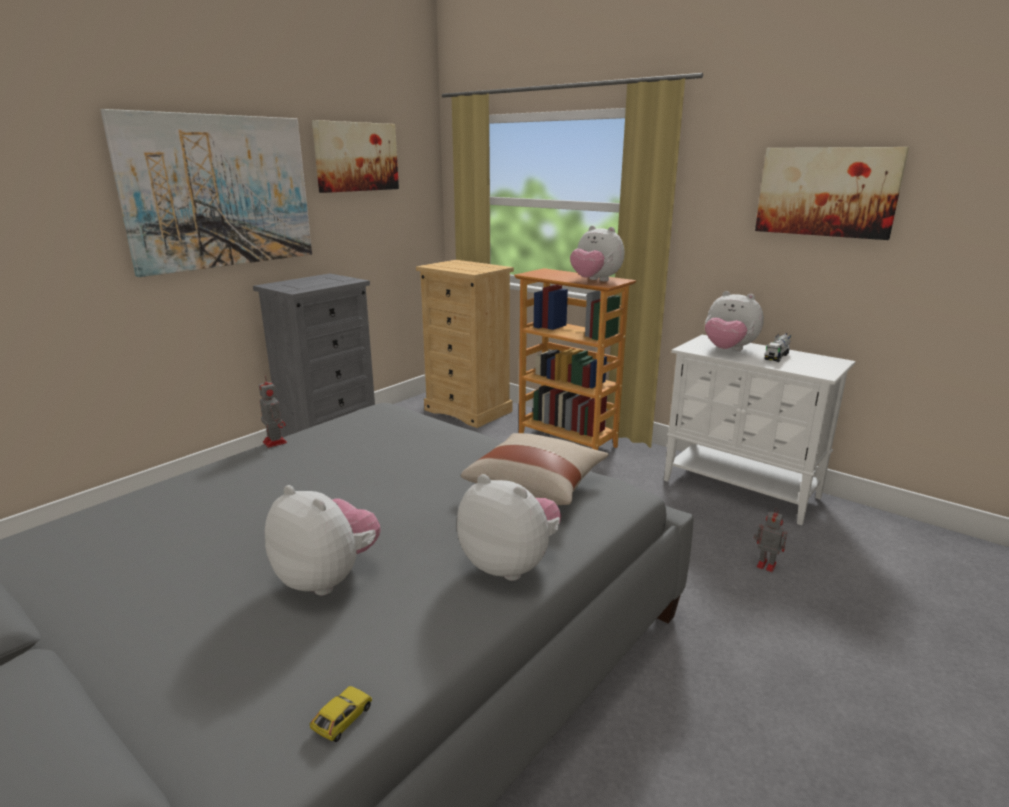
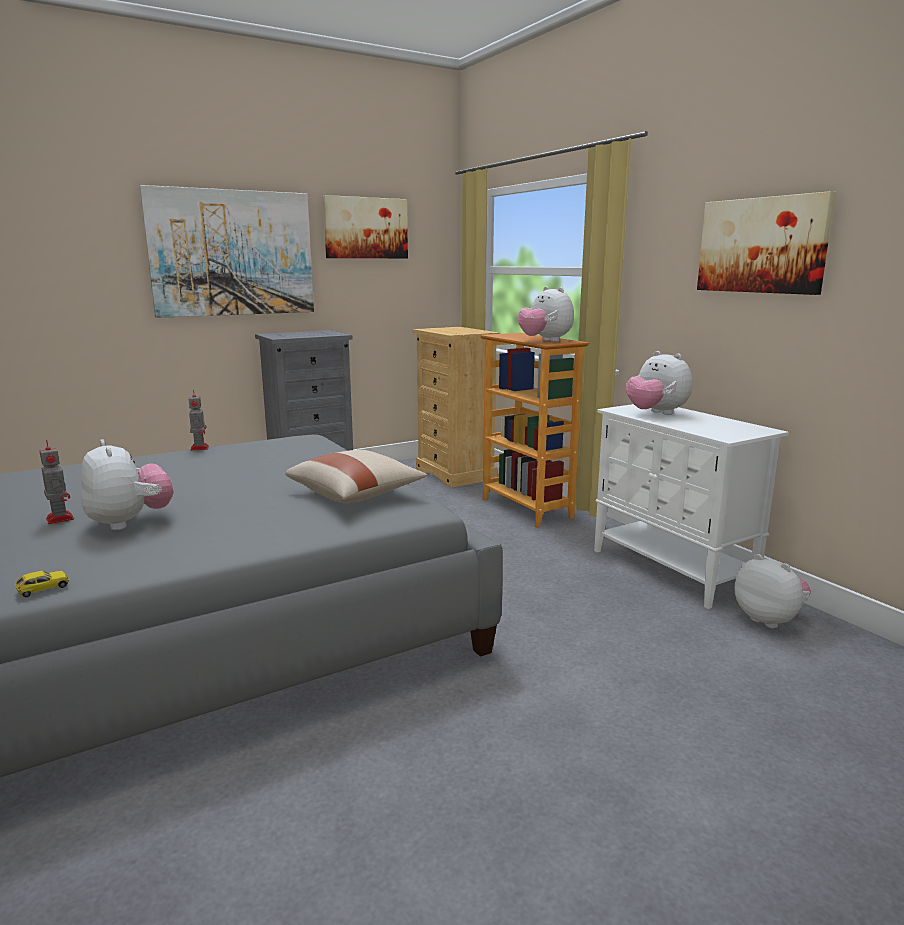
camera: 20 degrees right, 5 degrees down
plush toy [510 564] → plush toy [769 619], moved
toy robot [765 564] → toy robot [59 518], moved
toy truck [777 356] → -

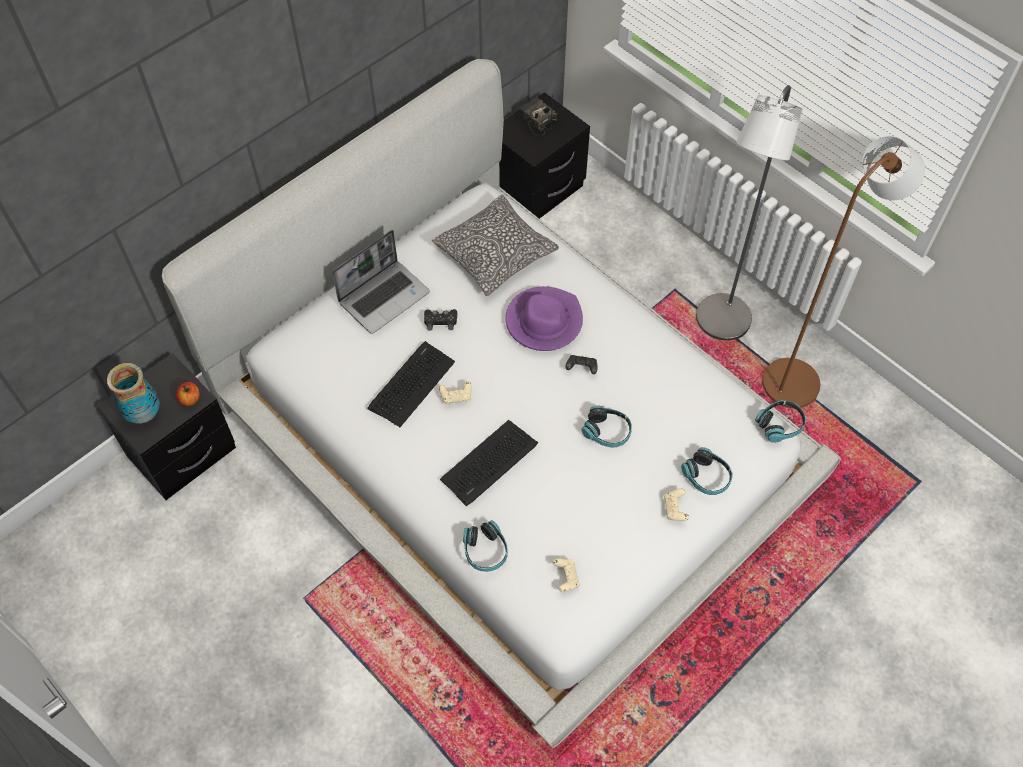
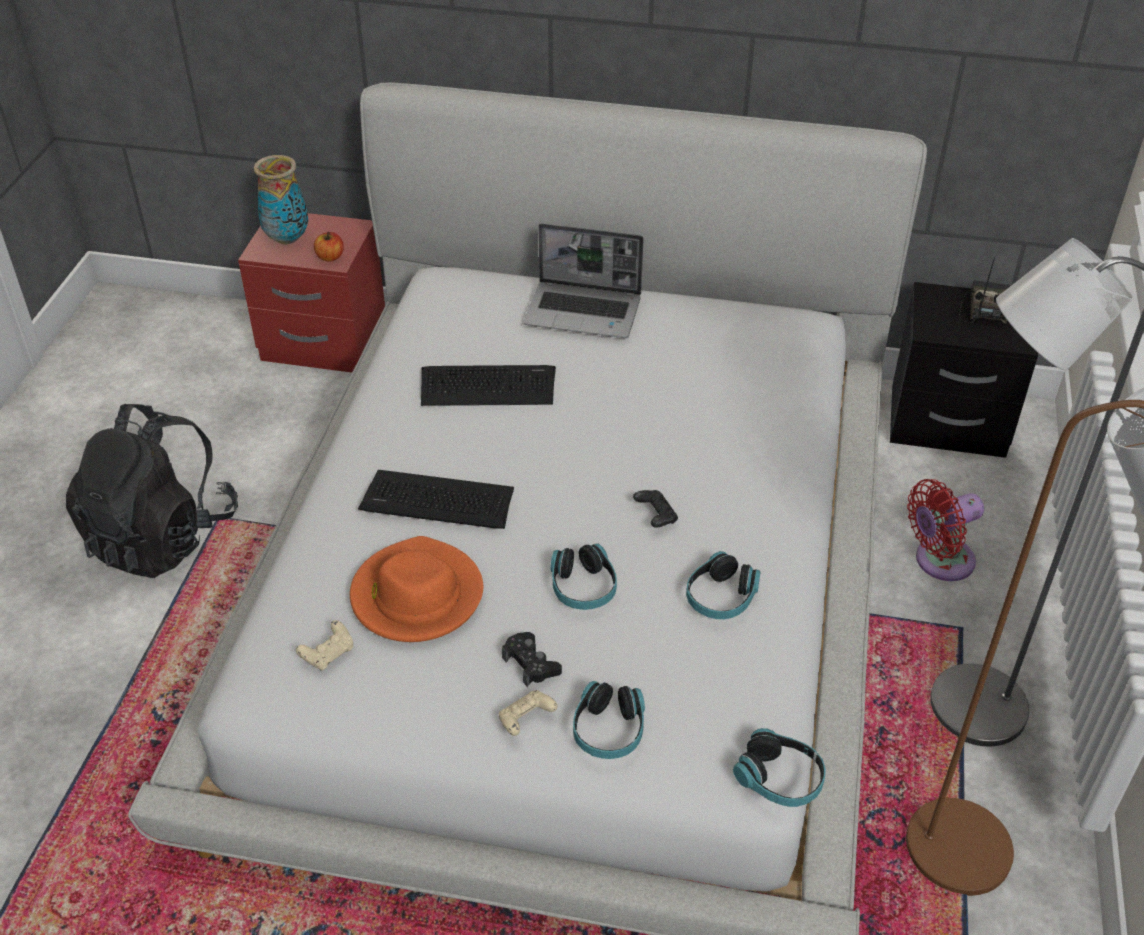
camera: 55 degrees right, 15 degrees down
nightstand (black) [183 454] → nightstand (red) [323 344]
game controller (black) [440 321] → game controller (black) [531 664], moved
pillow [495 253] → -
game controller (beige) [456 396] → -
headphones [485 551] → headphones [721 597], moved
hat (purple) [544 321] → -
- → backpack (black) [162 536]
- → hat (orange) [416 595]
- → fan (red) [939 561]

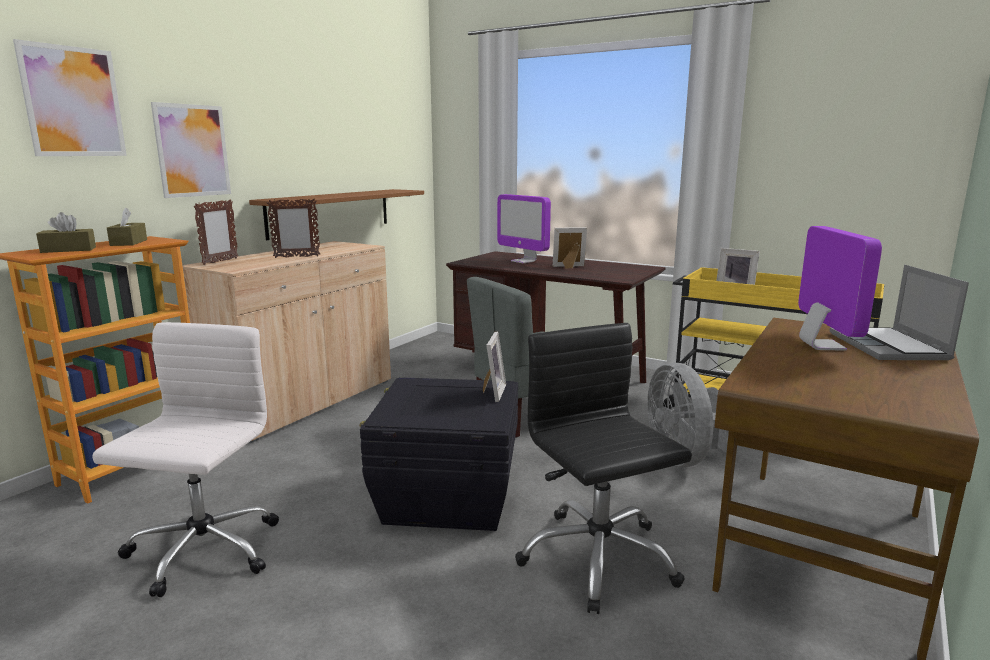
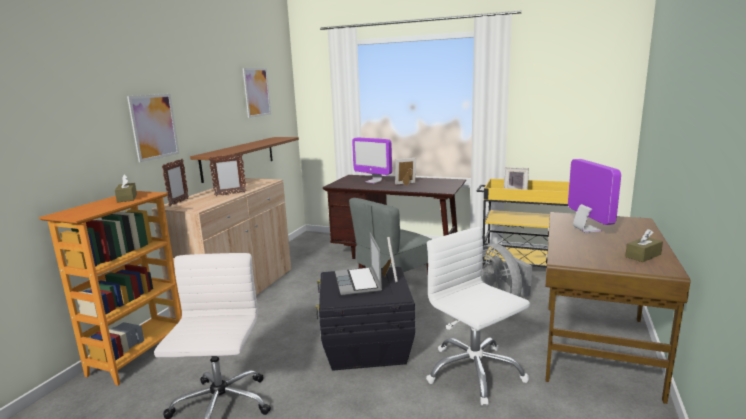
camera: 10 degrees left, 0 degrees up
picture [73 102] → picture [257 92], moved
tissue box (brown) [68 250] → tissue box (brown) [643 255], moved
office chair (black) [597 558] → office chair (white) [474 372]
laptop [890 347] → laptop [358 283], moved

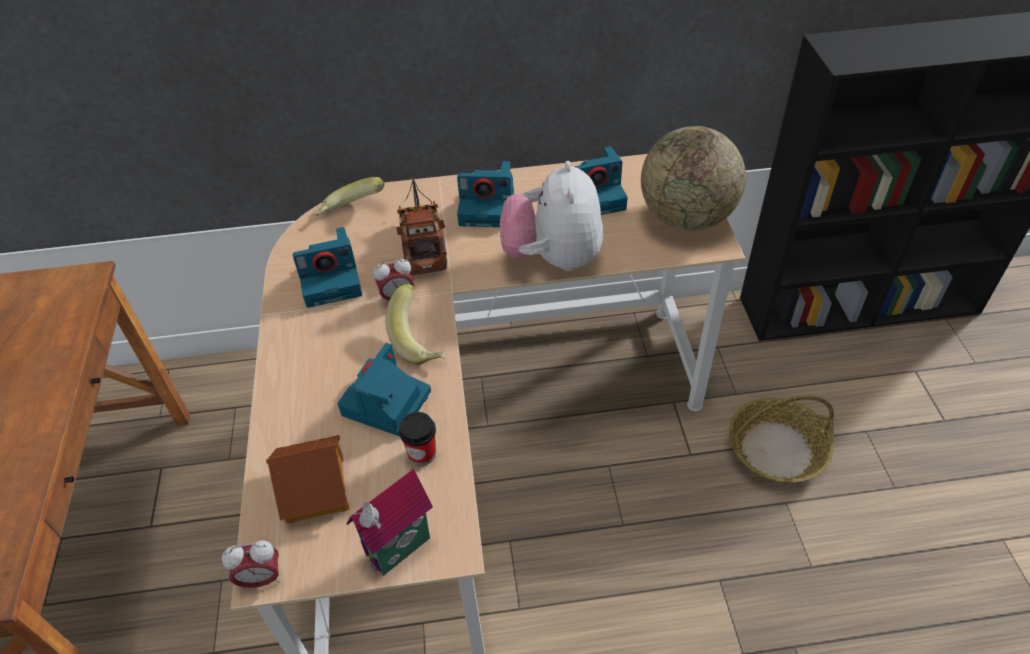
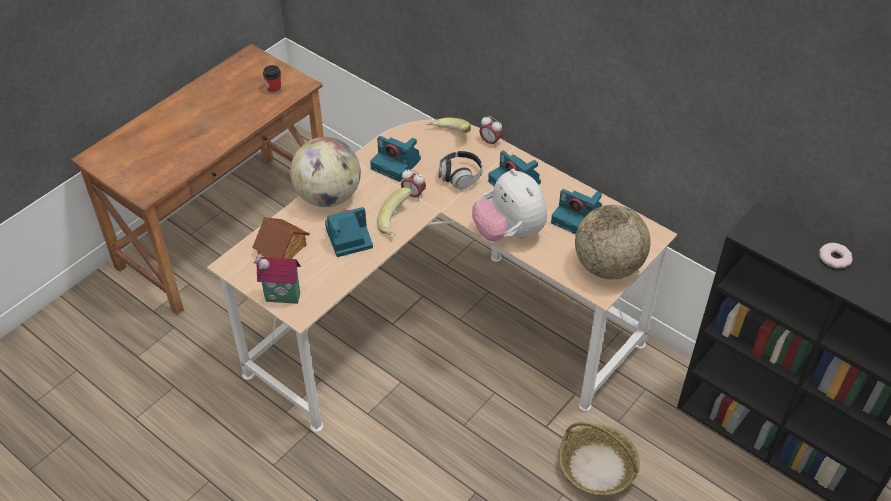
camera: 45 degrees right, 0 degrees up
alarm clock [261 579] → alarm clock [490 142], moved
toy truck [423 242] → headphones [460 176]
cup [422 454] → cup [274 89], moved
plush toy [553 258] → plush toy [509 232], 75 degrees counterclockwise
- → globe [328 197]
- → donut [834 258]

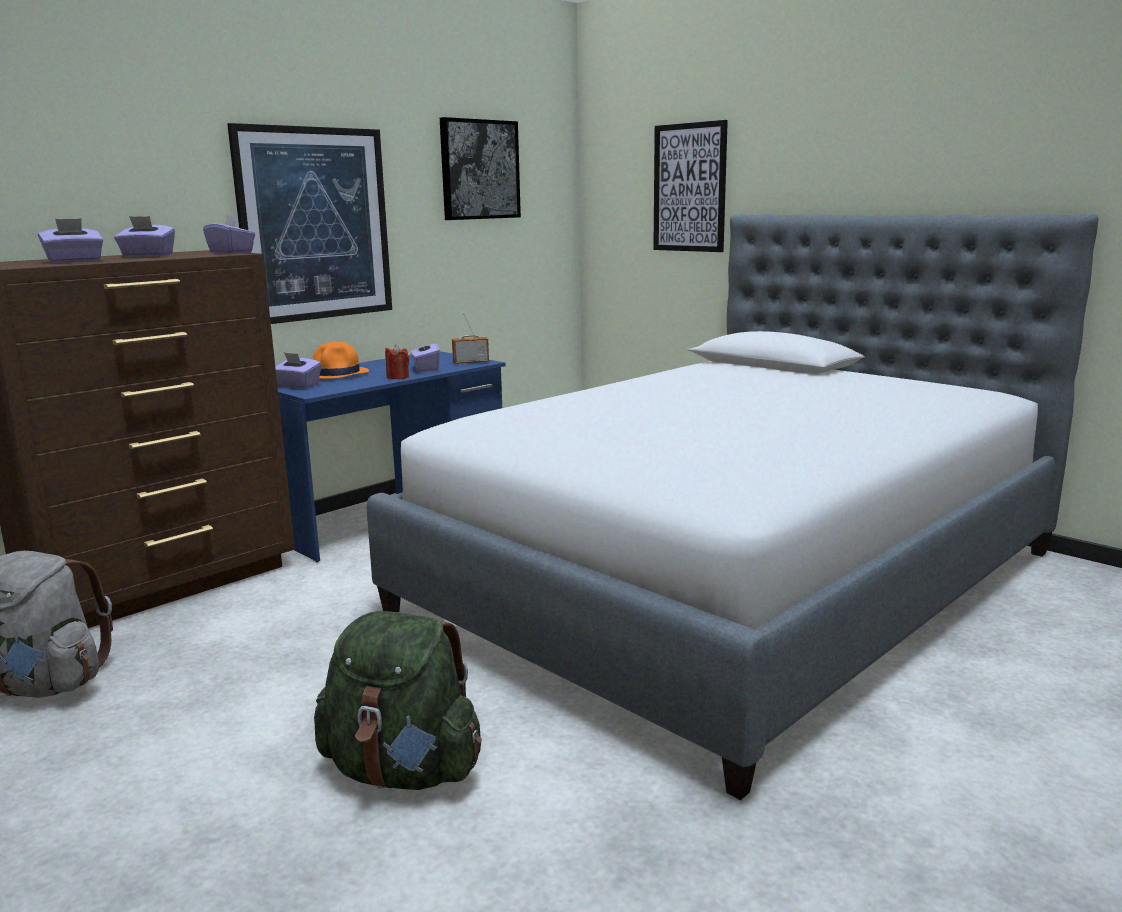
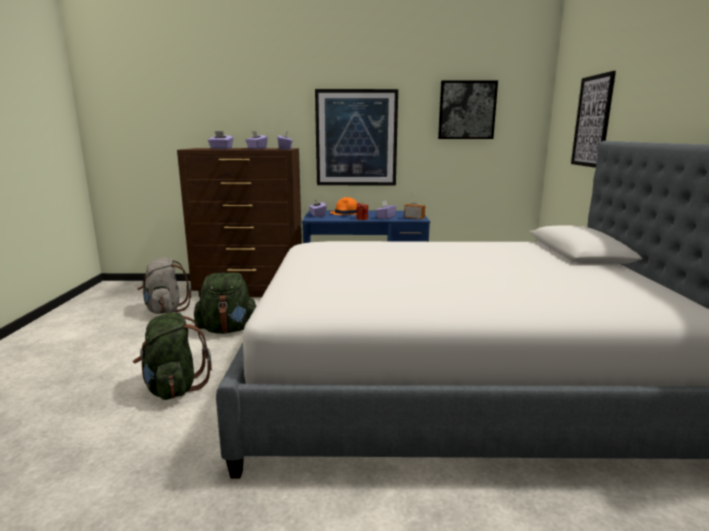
camera: 45 degrees right, 0 degrees up
- → backpack (green) [228 330]

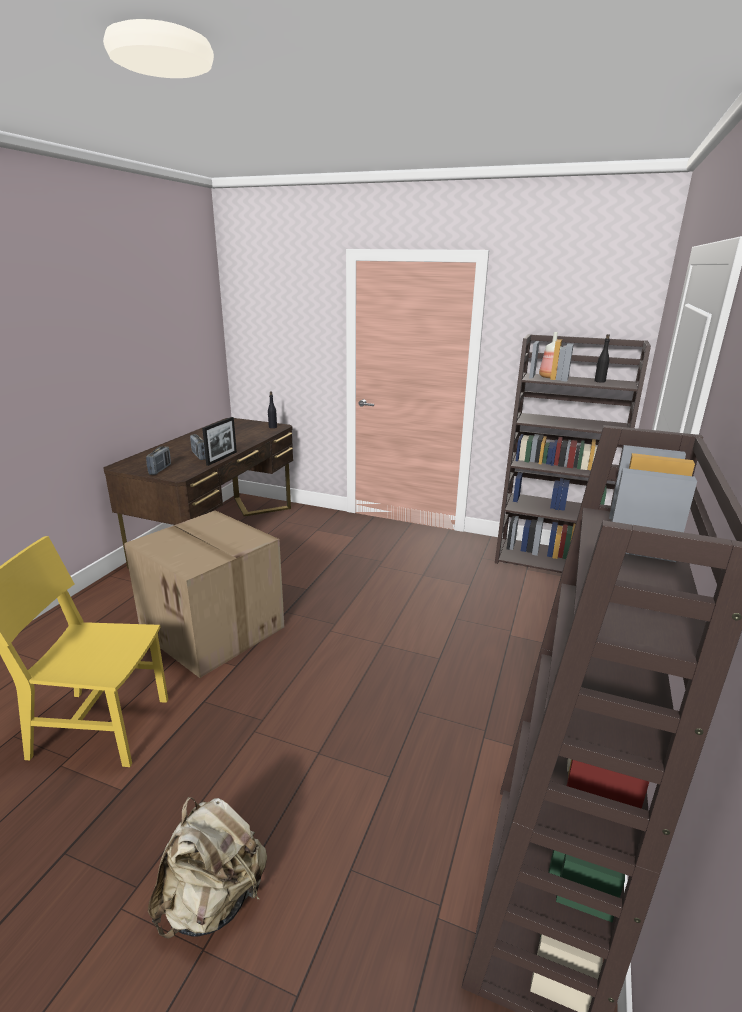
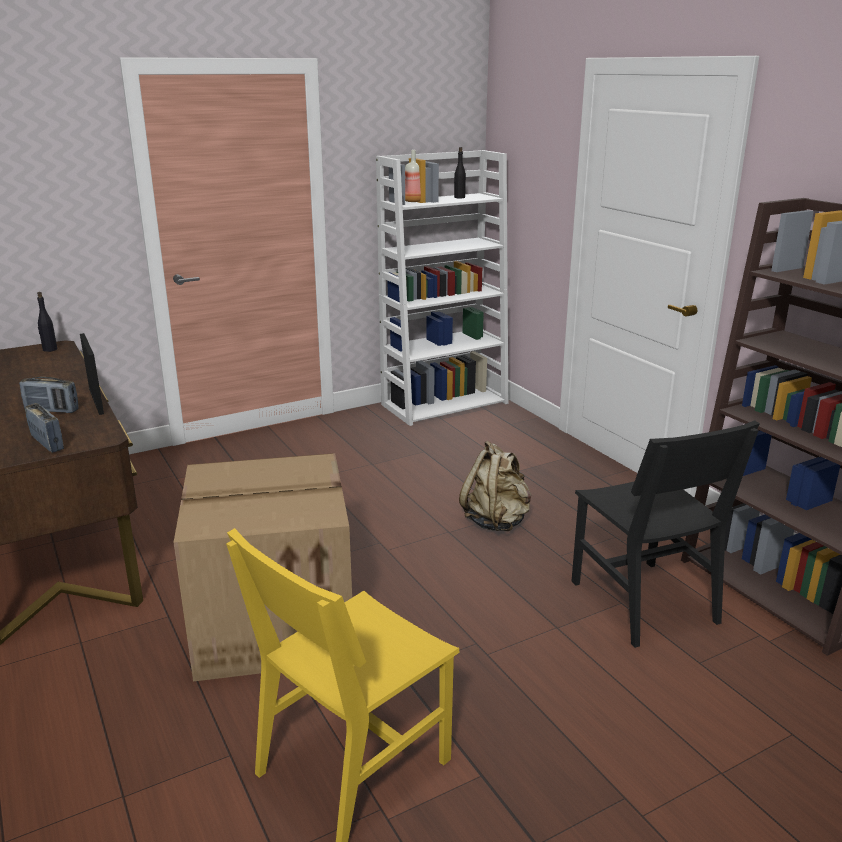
camera: 50 degrees left, 0 degrees up
backpack (beige) [213 900] → backpack (beige) [496 521], moved
bookcase (brown) [551 560] → bookcase (white) [445 403]
- → chair (black) [643 601]

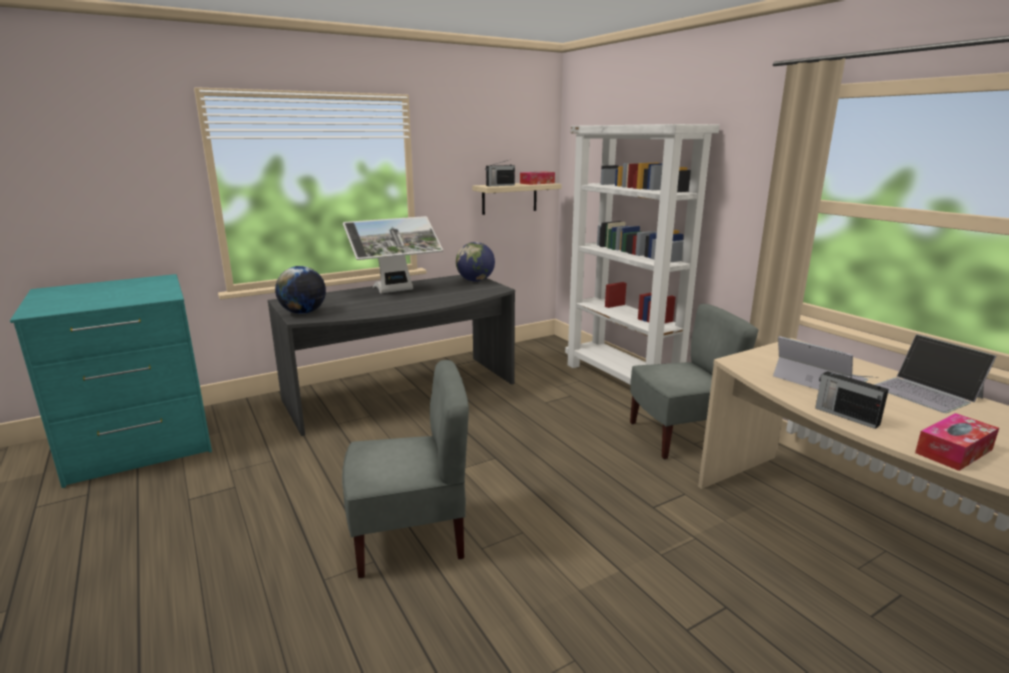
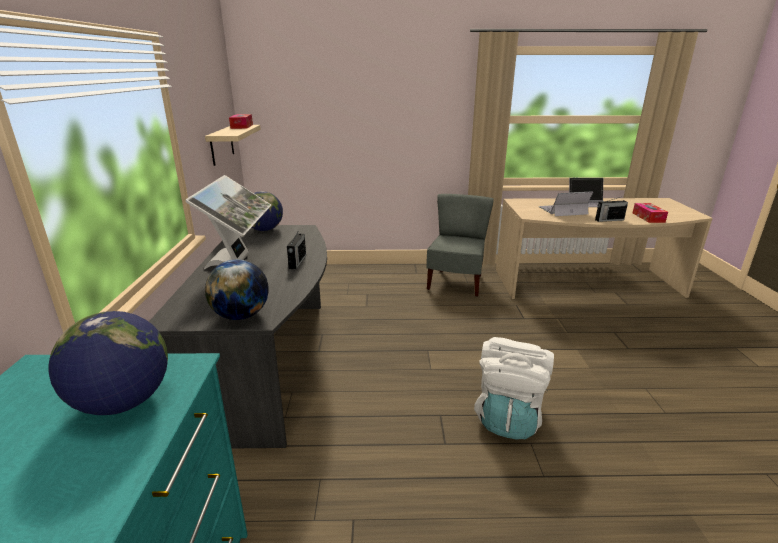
camera: 60 degrees left, 5 degrees up
chair (grey) [410 537] → backpack (white) [508 417]
radio [499 185] → radio [297 262], moved
bookcase (white) [622 381] → -
- → globe [123 402]

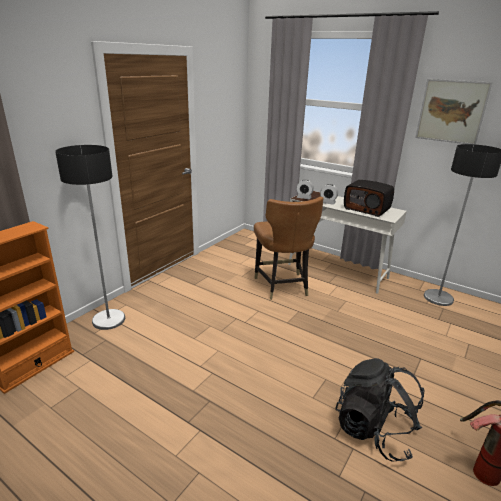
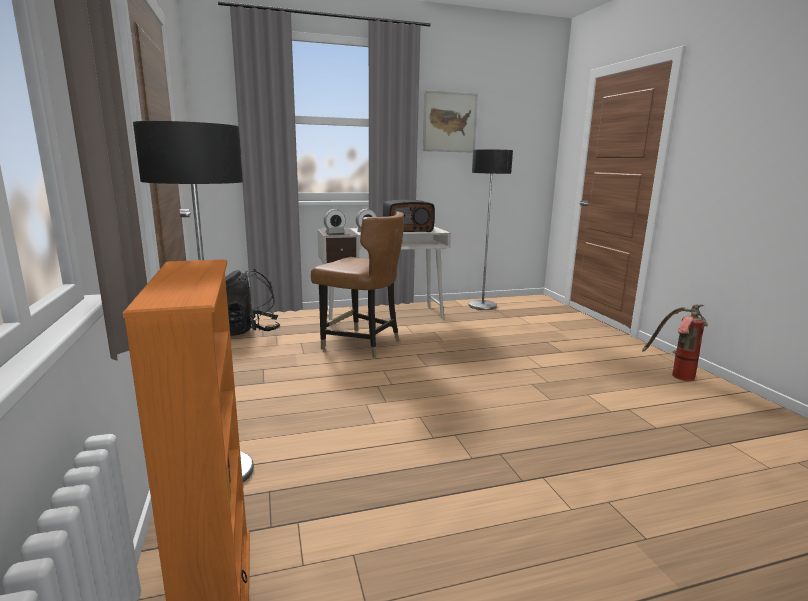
camera: 50 degrees left, 10 degrees down
backpack (black) [374 431] → backpack (black) [248 331], moved

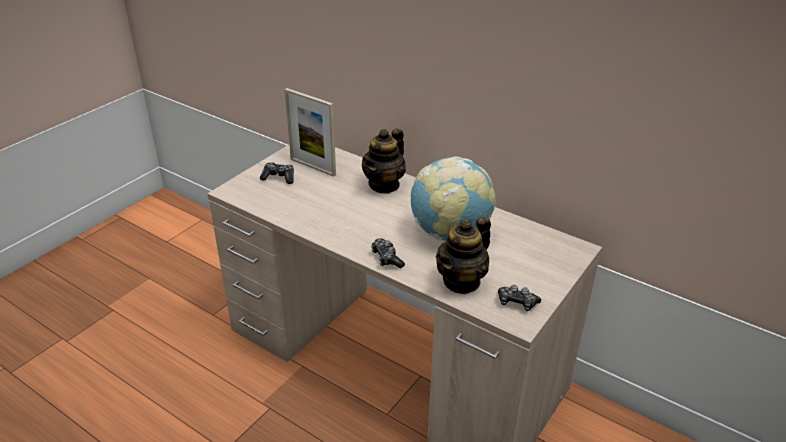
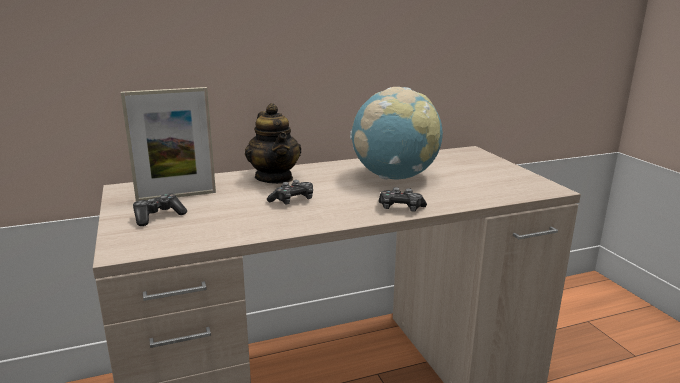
camera: 55 degrees left, 15 degrees down
teapot [461 281] → -
game controller [517 303] → game controller [293 200], moved

